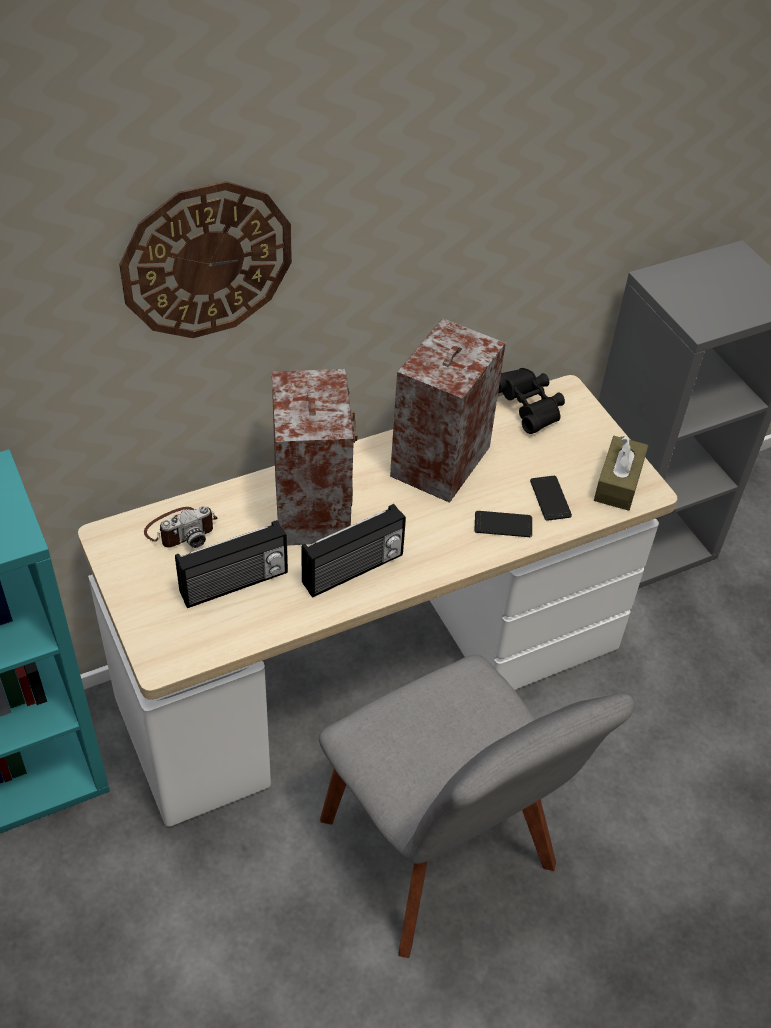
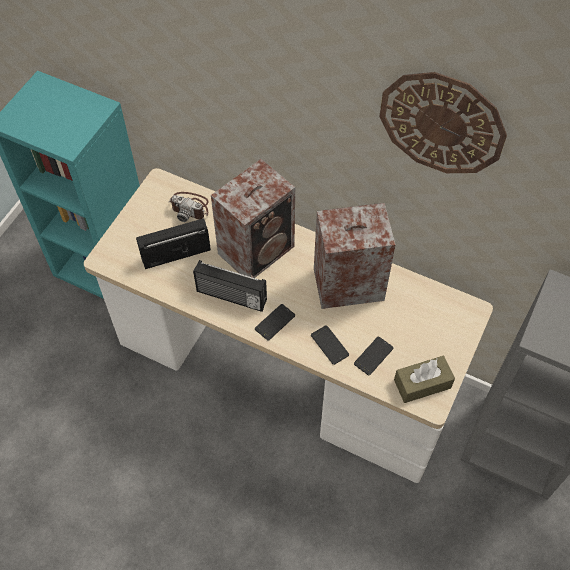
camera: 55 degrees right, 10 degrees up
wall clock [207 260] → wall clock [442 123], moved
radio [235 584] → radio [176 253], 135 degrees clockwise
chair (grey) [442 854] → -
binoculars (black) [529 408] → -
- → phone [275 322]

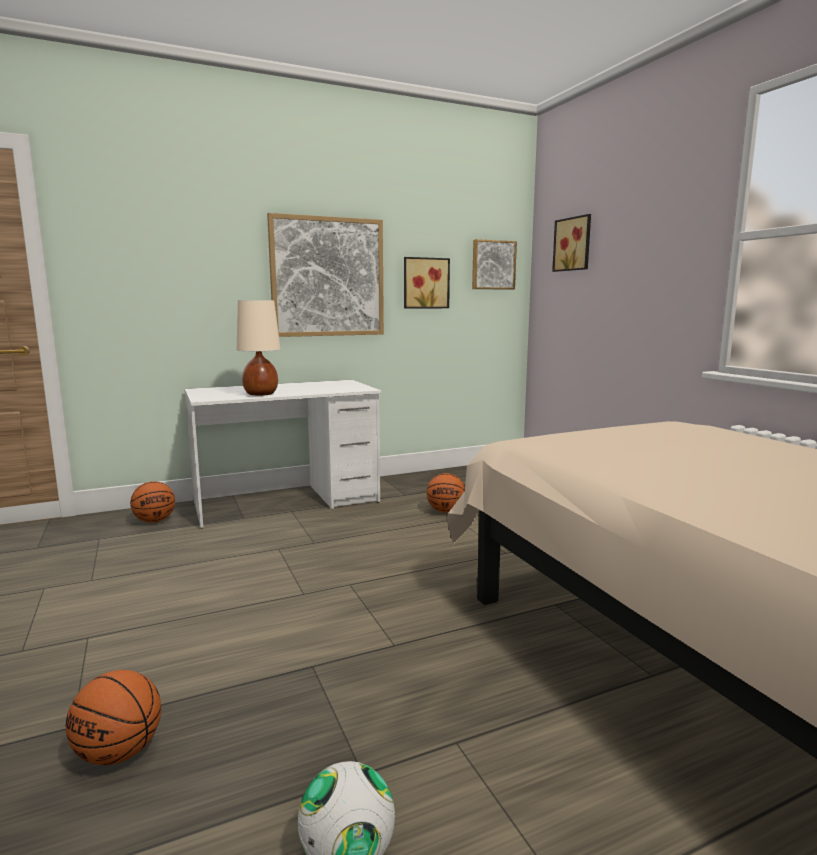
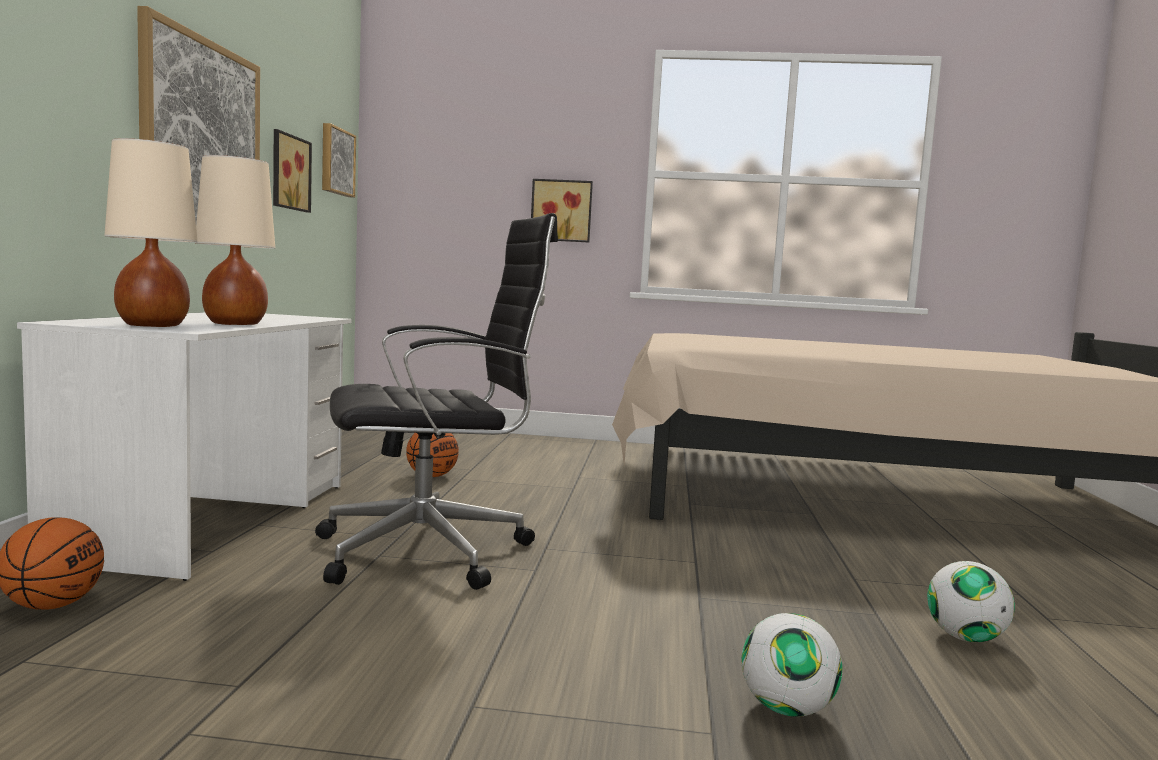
camera: 60 degrees left, 5 degrees down
basketball [119 752] → football [786 709]
picture [573 244] → picture [561 211], moved
- → table lamp (beige) [153 326]
- → office chair (black) [431 551]

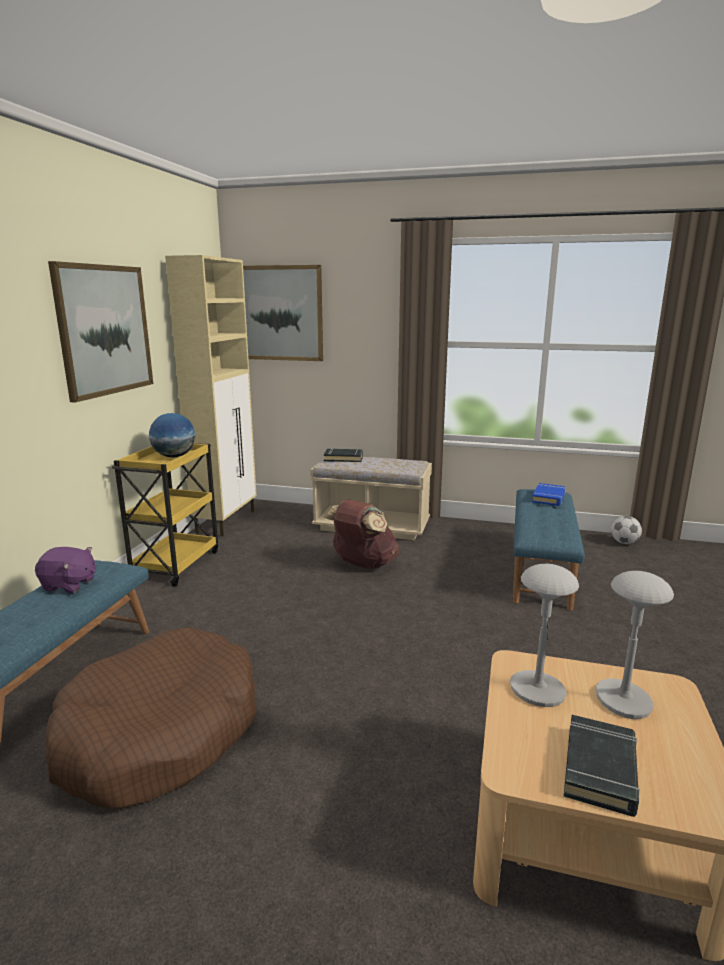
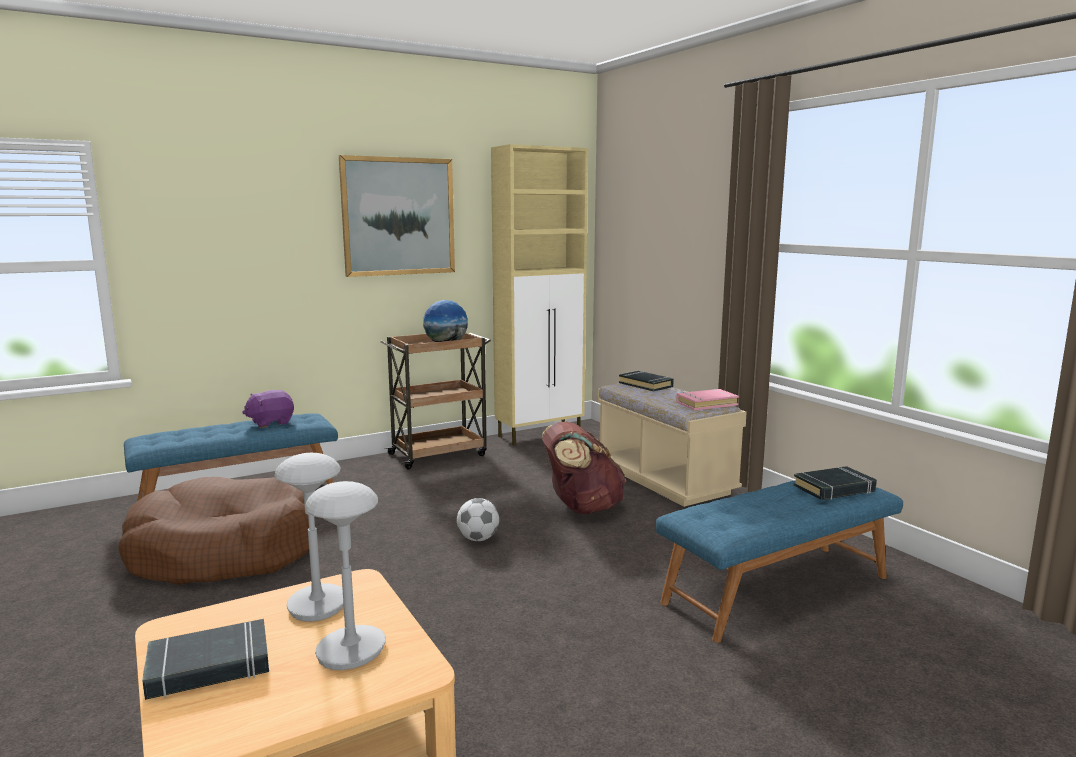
camera: 45 degrees right, 5 degrees down
plush toy (purple) [69 585] → plush toy (purple) [270 423], 90 degrees clockwise
cart (yellow) [176 564] → cart (brown) [439 454]
picture [279 313] → -
book (blue) [548 498] → book (black) [834 489]
football [624 543] → football [478 539], moved
- → book (pink) [706 404]

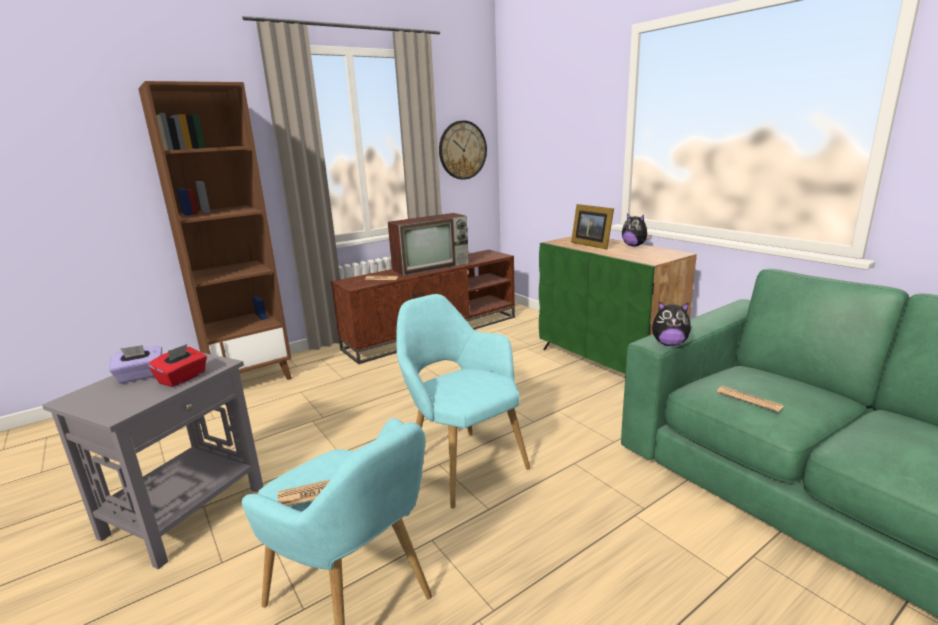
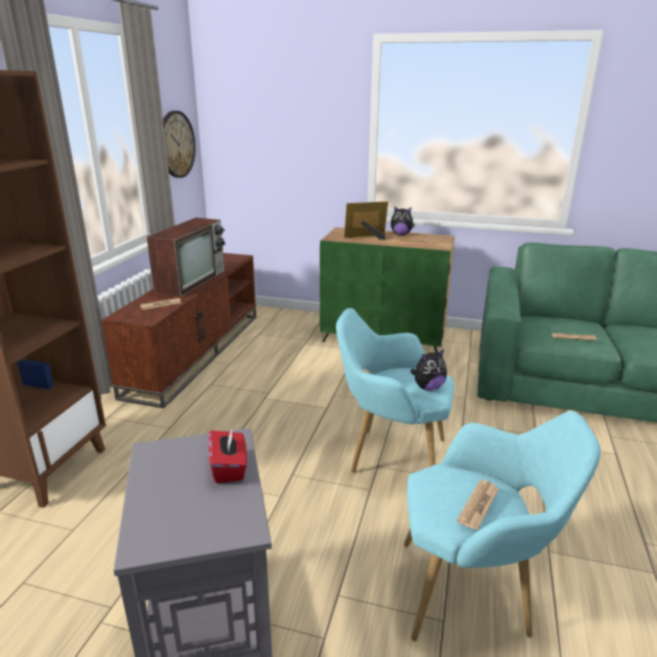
camera: 40 degrees left, 5 degrees up
tissue box (purple) [141 376] → -
picture frame [591 244] → picture frame [367 237], 150 degrees clockwise
plush toy [669 344] → plush toy [428 387], moved

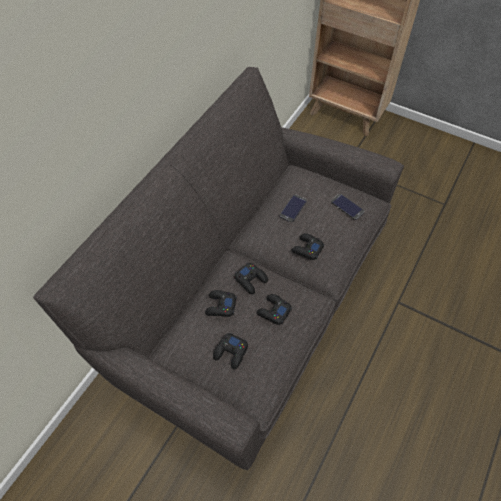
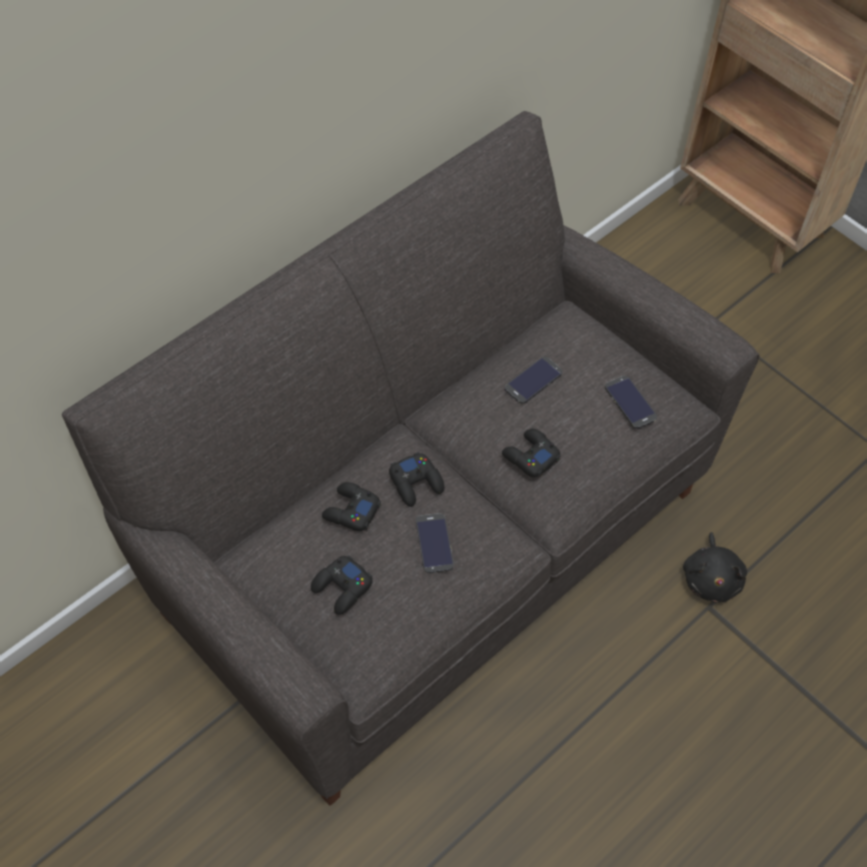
camera: 15 degrees right, 0 degrees up
game controller (black) [273 311] → phone [434 543]
- → plush toy (black) [711 579]

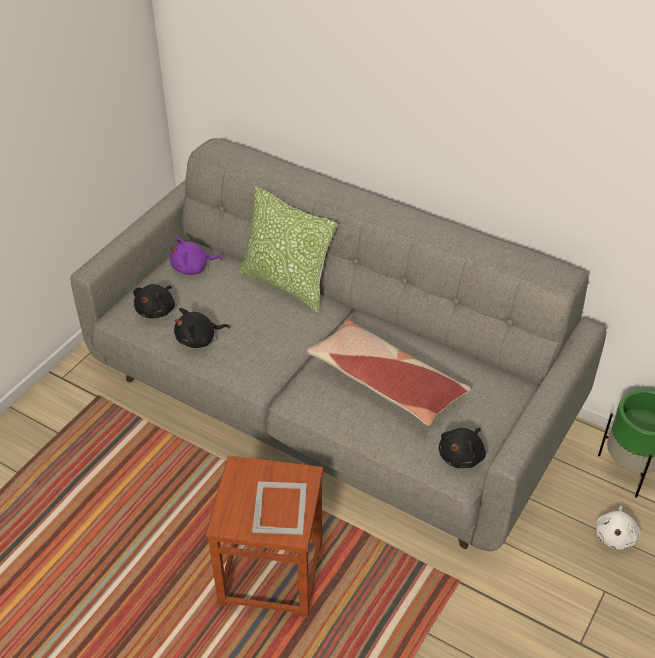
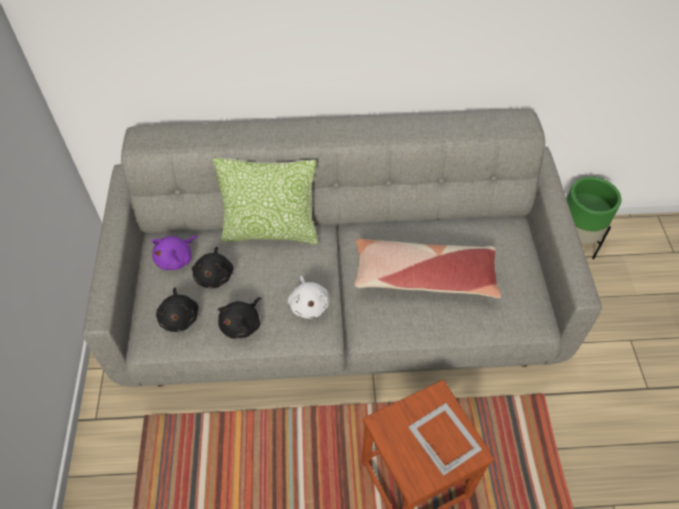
camera: 35 degrees left, 10 degrees up
plush toy (black) [462 456] → plush toy (black) [215 275], moved
plush toy (white) [615 536] → plush toy (white) [309 304], moved

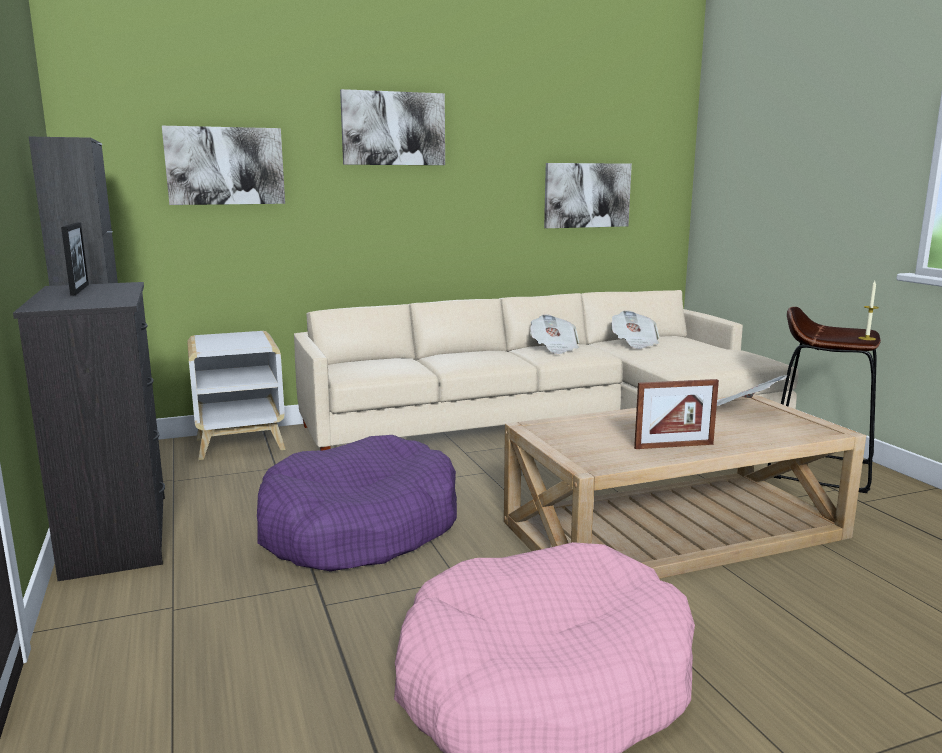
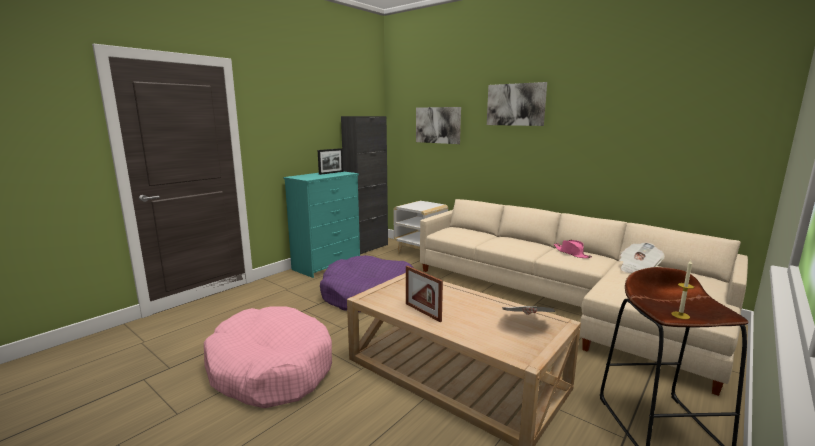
camera: 60 degrees right, 0 degrees up
dresser (black) [118 533] → dresser (turquoise) [327 264]
newspaper [554 348] → hat (pink) [571 253]
picture [586 195] → -

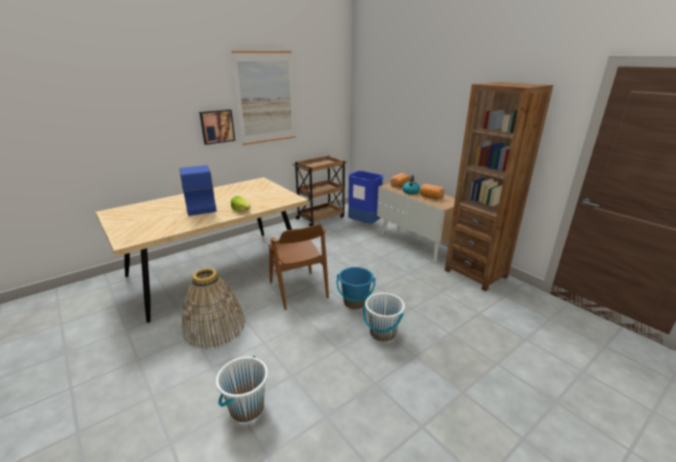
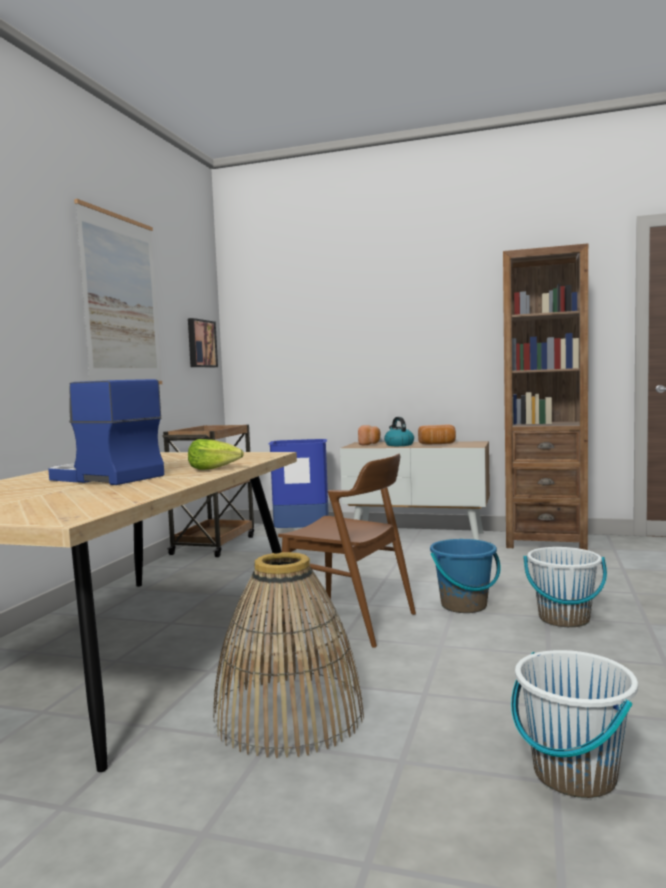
camera: 35 degrees left, 20 degrees down
picture [217 126] → picture [200 343], moved

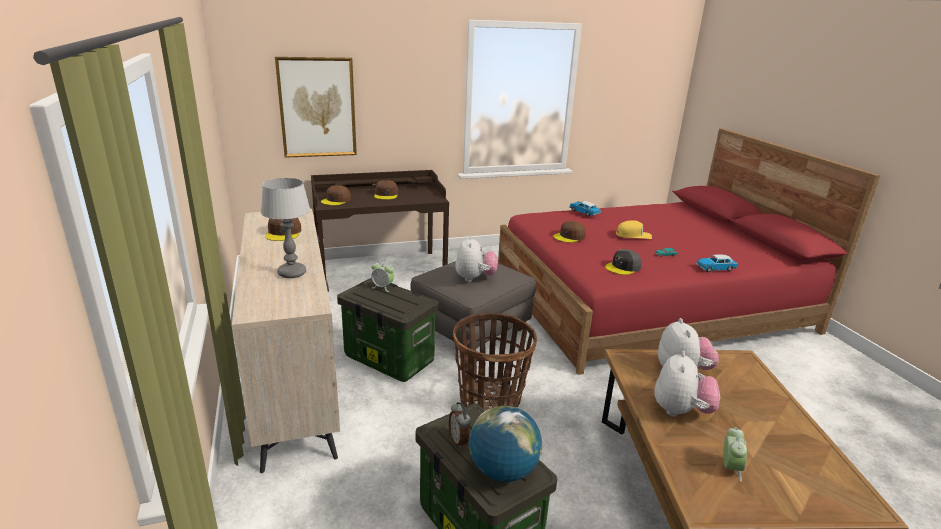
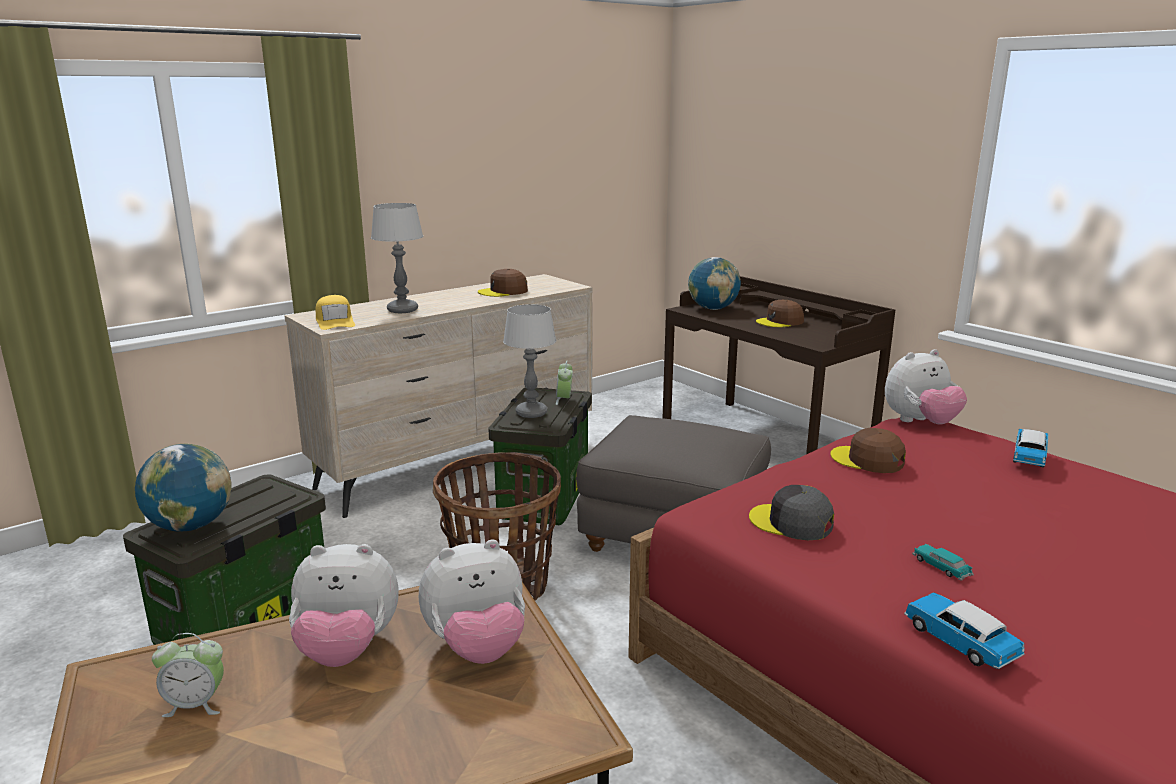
camera: 70 degrees right, 5 degrees down
picture [317 107] → -
cap (brown) [336 200] → globe [713 309]
alarm clock [459 440] → -
plush toy [475 278] → plush toy [920 423], moved
cap (yellow) [633 235] → cap (yellow) [335 321], moved
- → table lamp [531 413]

